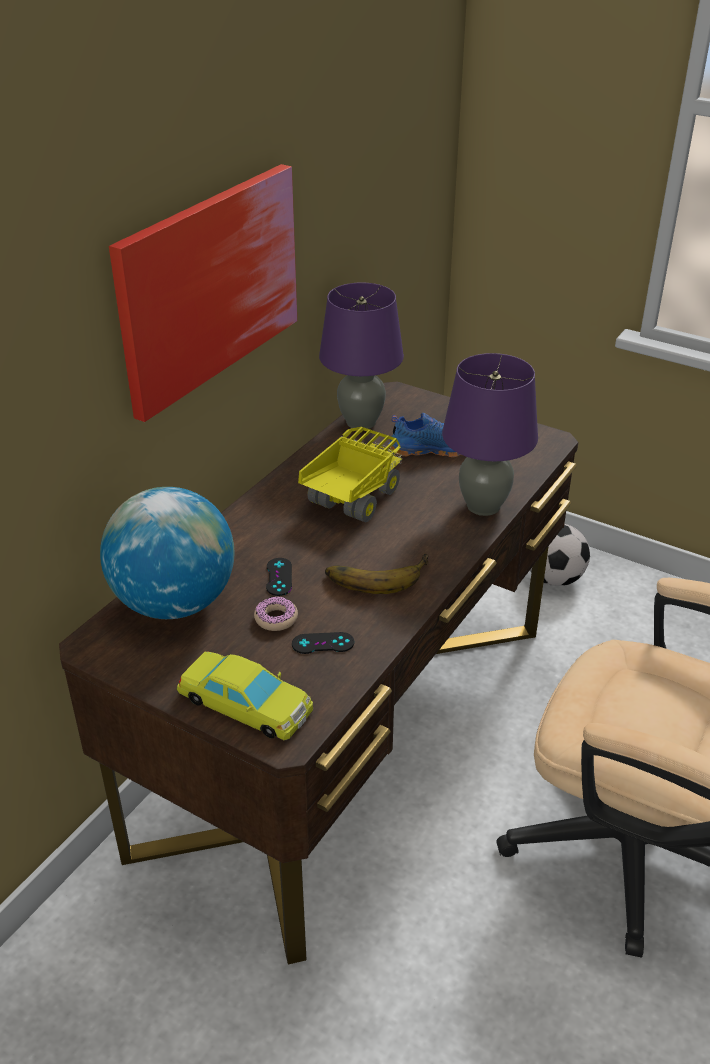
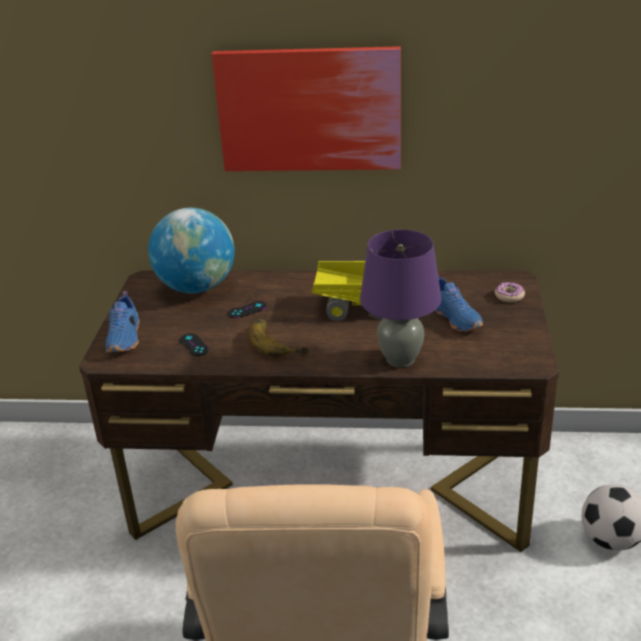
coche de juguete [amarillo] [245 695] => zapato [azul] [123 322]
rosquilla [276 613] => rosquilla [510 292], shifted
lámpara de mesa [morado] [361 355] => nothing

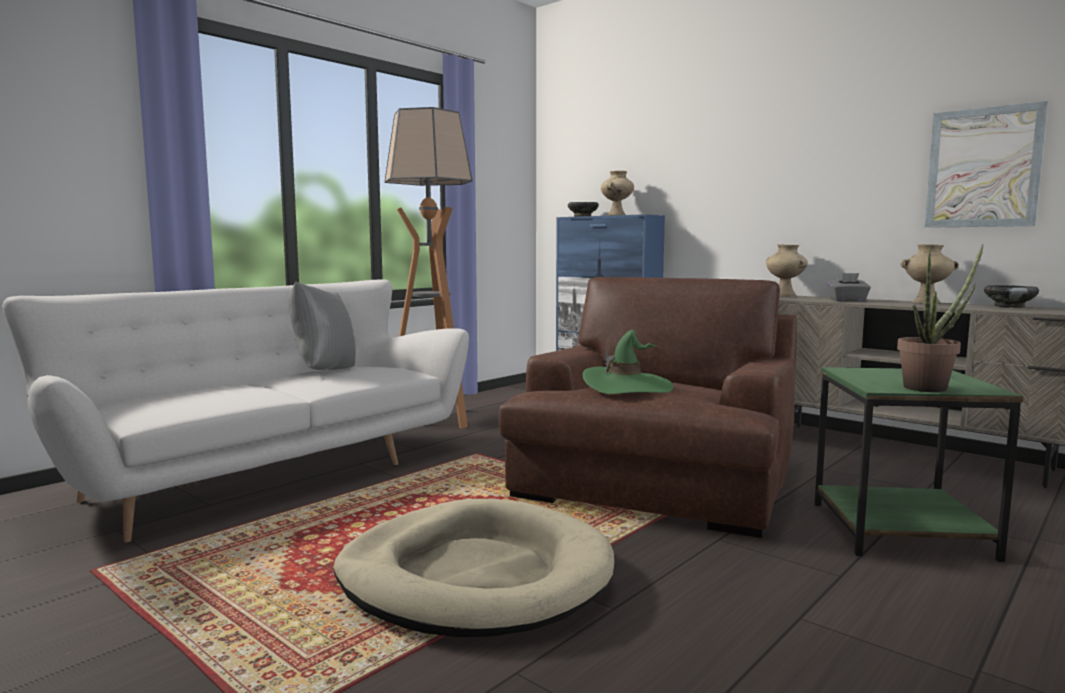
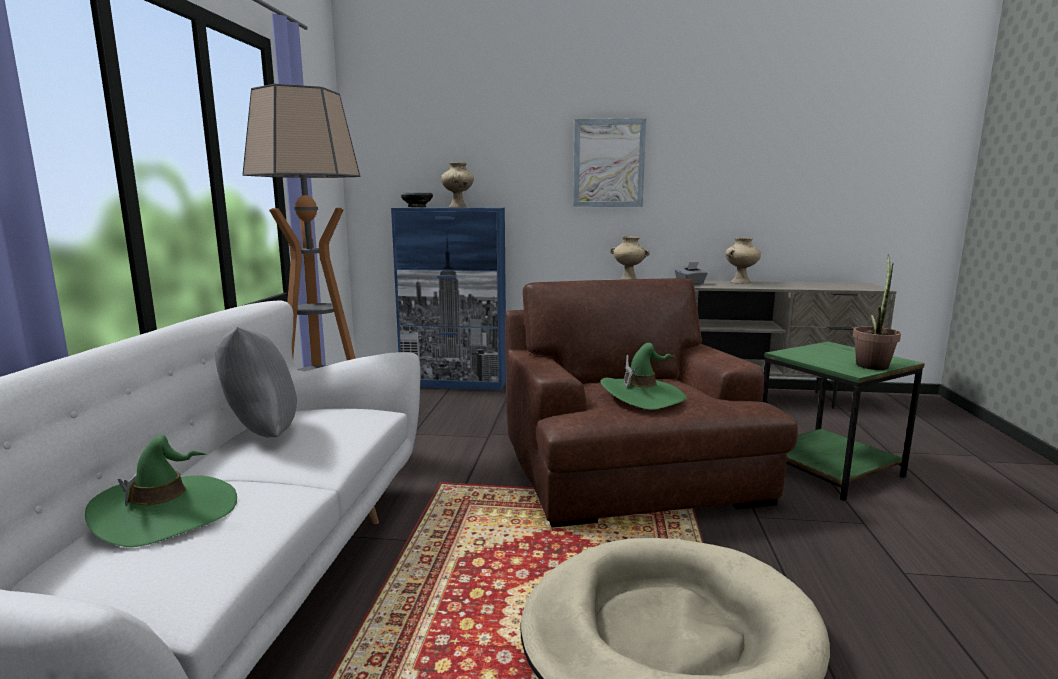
nothing => sombrero [verde] [161 491]
cuadro [986 164] => cuadro [609 162], shifted
cuenco [negro] [1011 296] => nothing

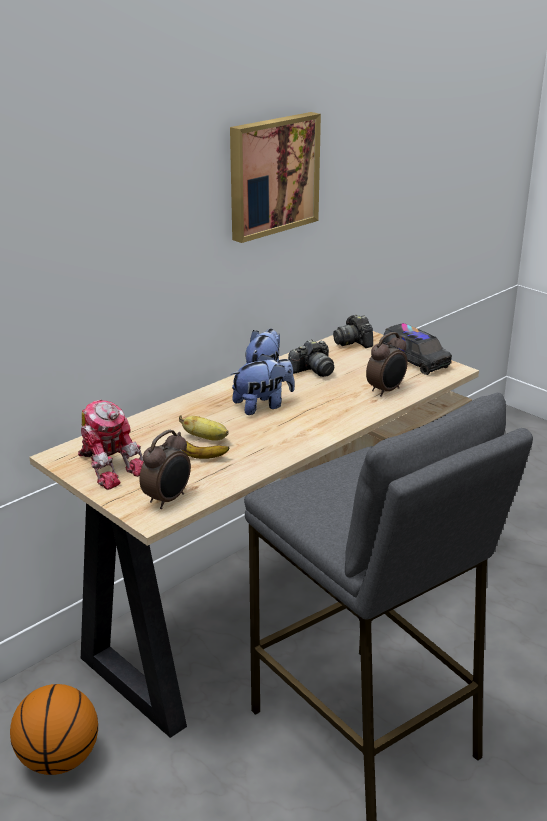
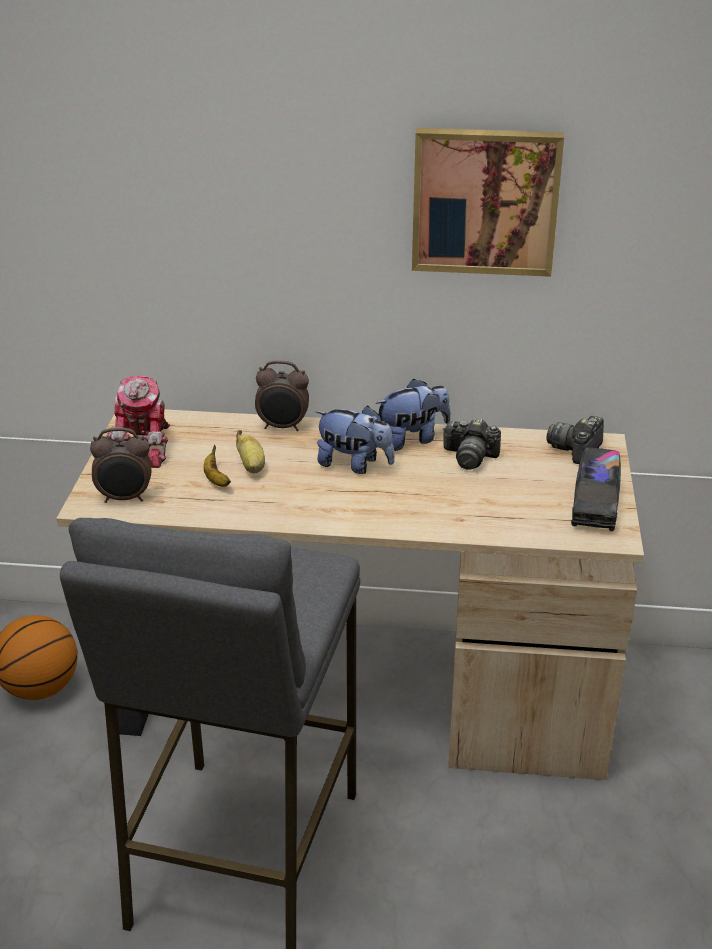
despertador [387 364] => despertador [282 396], shifted

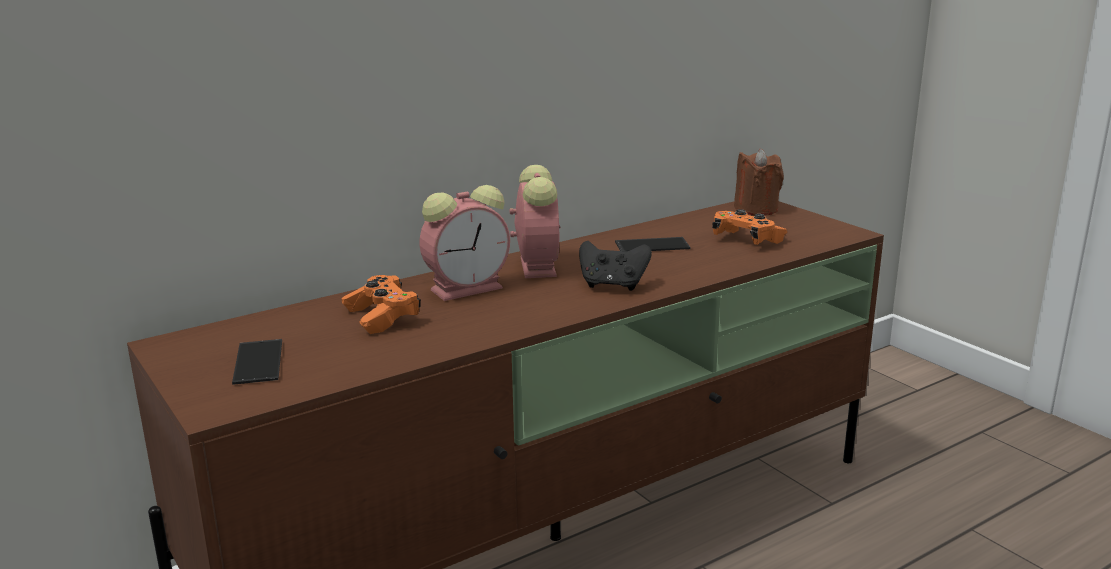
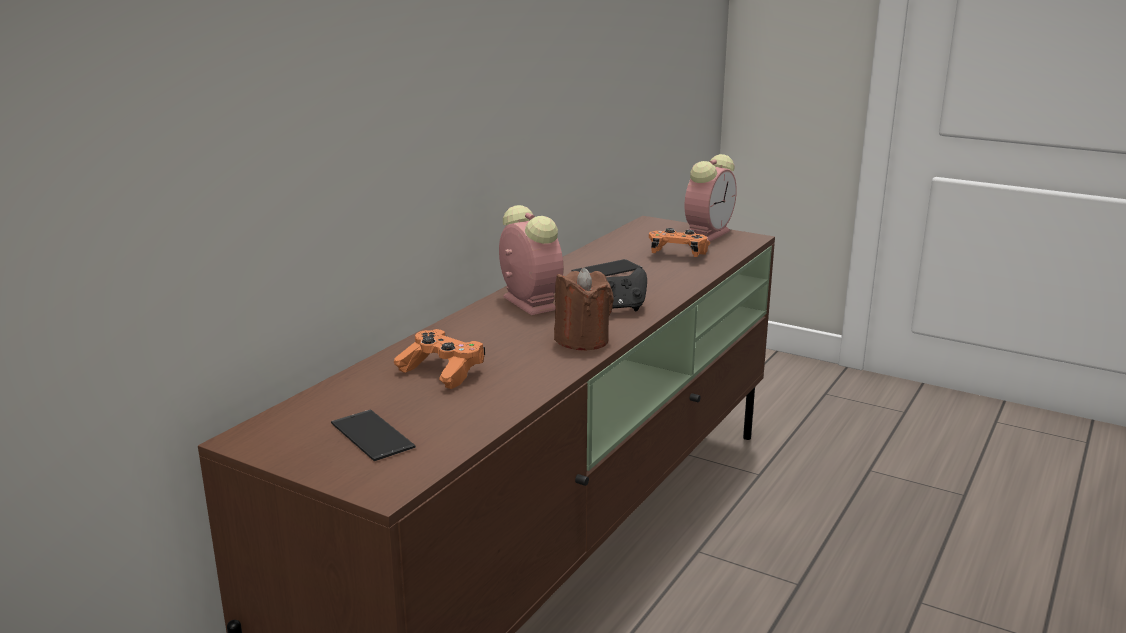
vela [marrón] [759 182] => vela [marrón] [584 308], shifted
despertador [464 243] => despertador [711 197], shifted

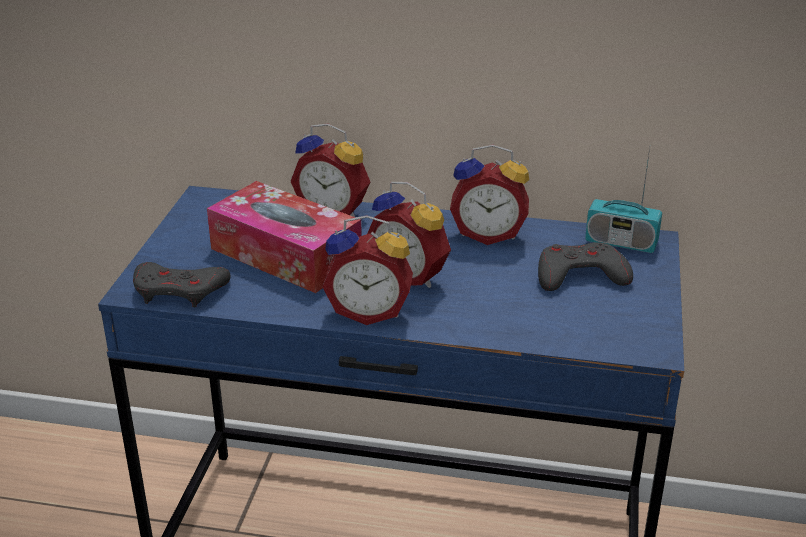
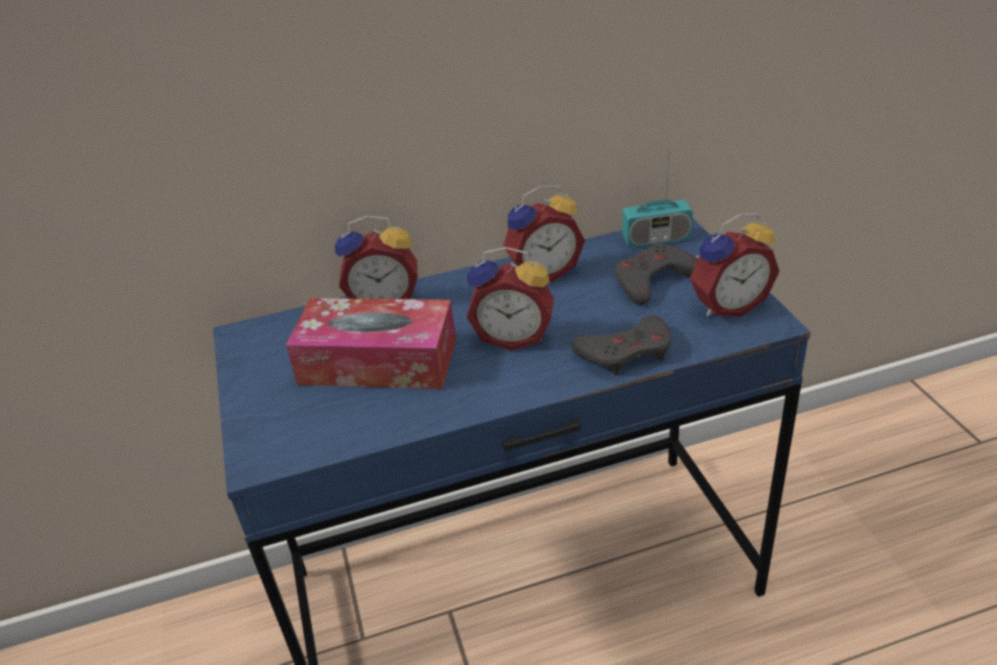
mando de consola [gris] [181 284] => mando de consola [gris] [621 345], shifted
despertador [367 270] => despertador [735 265], shifted

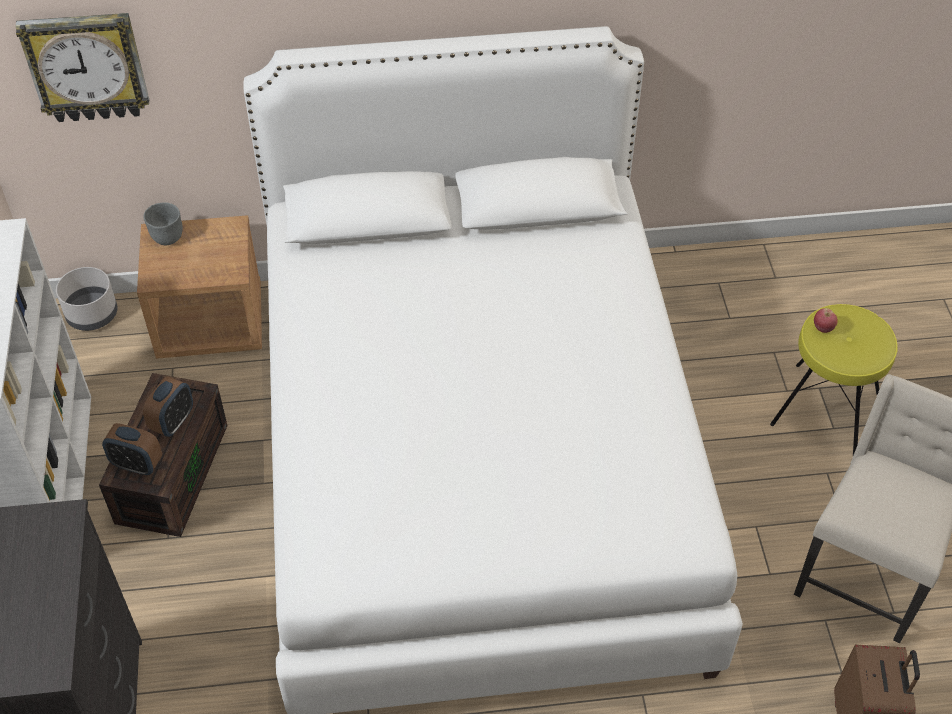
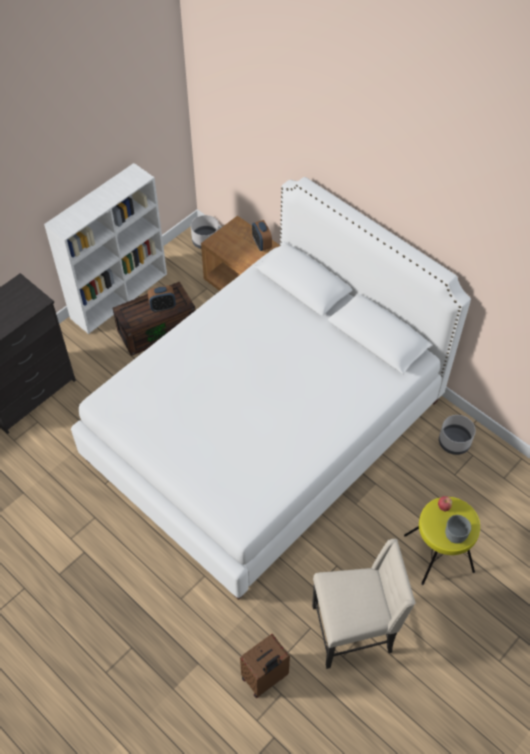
despertador [132 449] => despertador [262 235], shifted
nothing => maceta [gris] [457 435]
cuenco [gris] [163 223] => cuenco [gris] [458 529], shifted
reloj de pared [82 67] => nothing

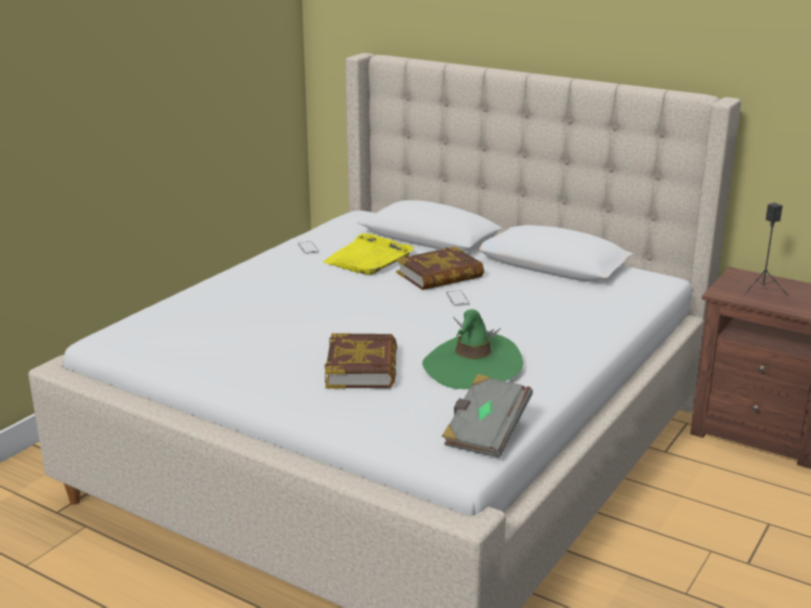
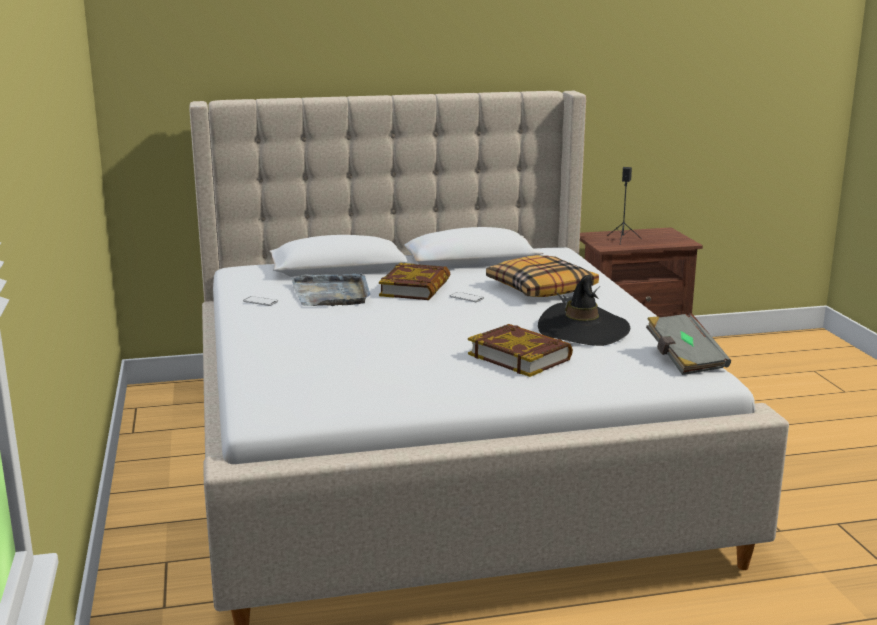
bandeja [amarillo] [368 254] => bandeja [gris] [330 289]
nothing => cojín [542 276]
sombrero [verde] [472 349] => sombrero [negro] [584 310]

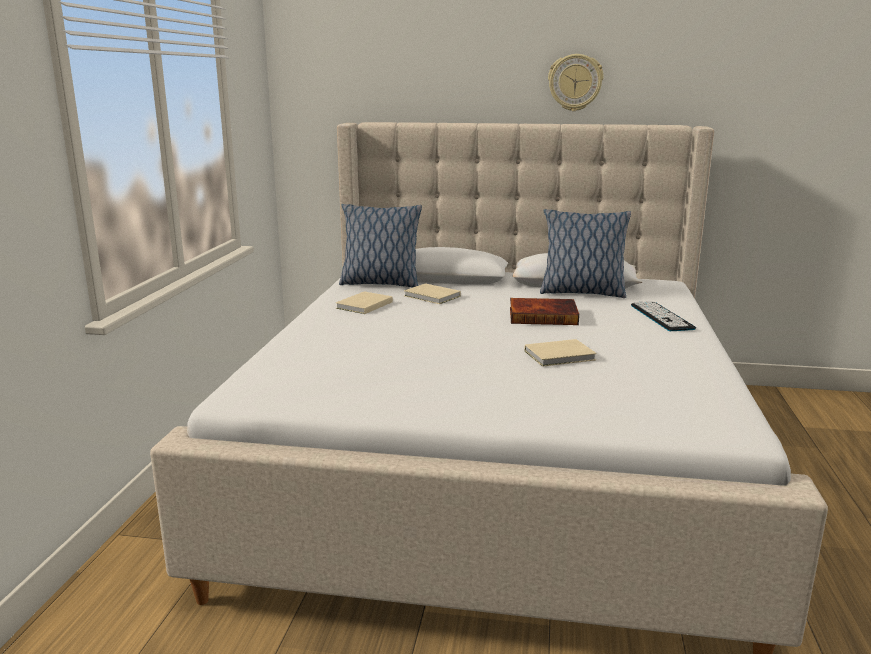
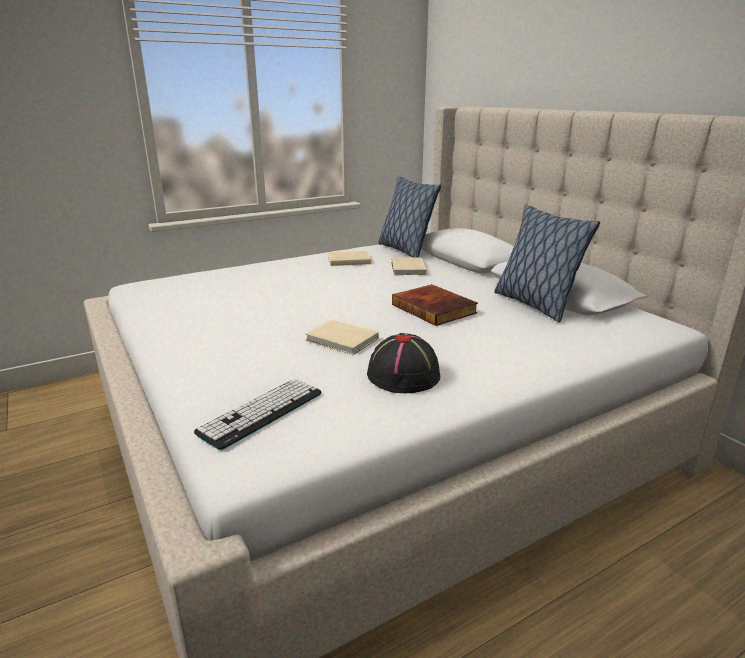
teclado [663 316] => teclado [258 414], shifted
nothing => sombrero [negro] [403 363]
reloj de pared [576 82] => nothing

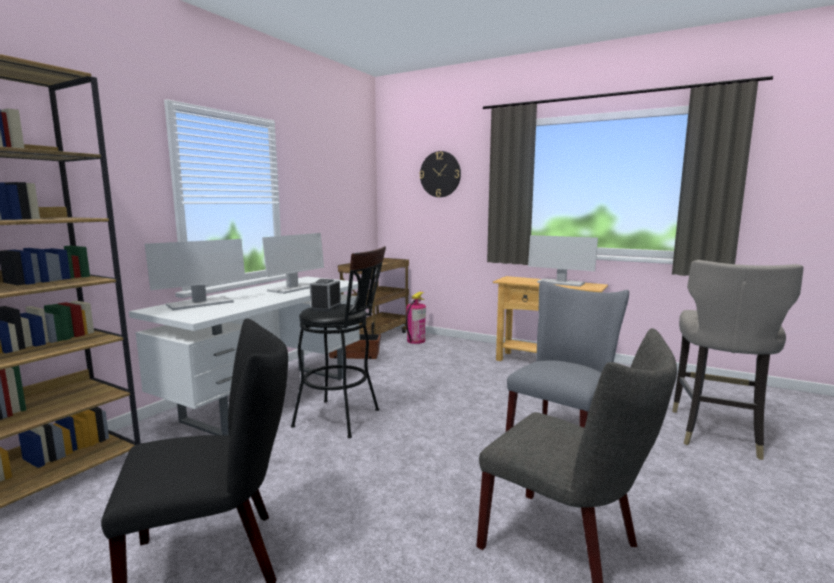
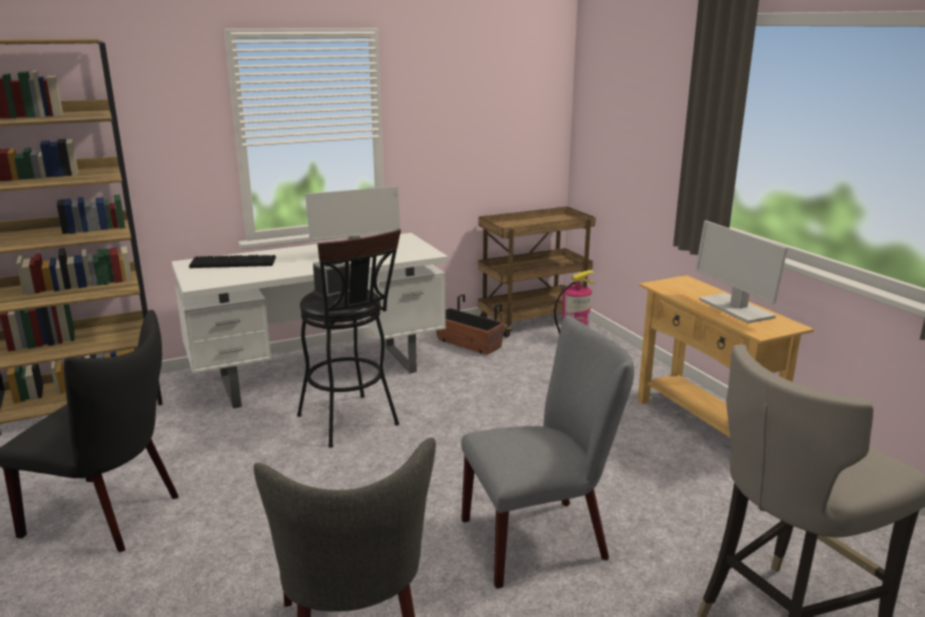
monitor [195 274] => teclado [232 261]
reloj de pared [440 174] => nothing

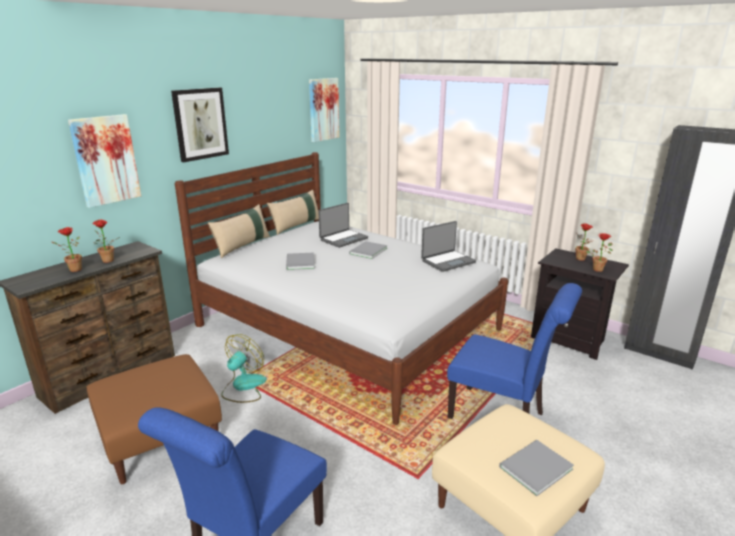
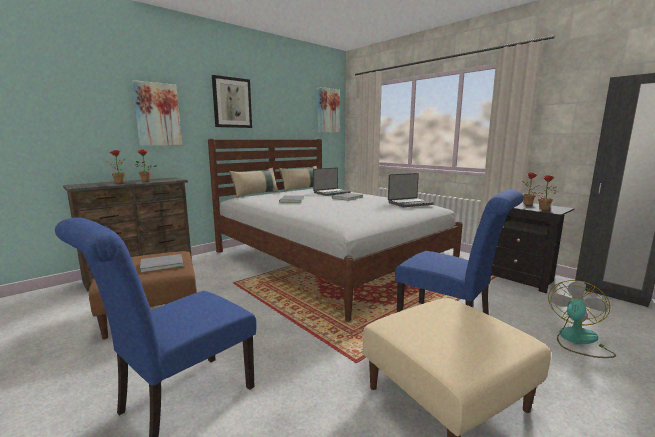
libro [gris] [536 468] => libro [gris] [161 263], shifted
ventilador [244 368] => ventilador [582 319], shifted

